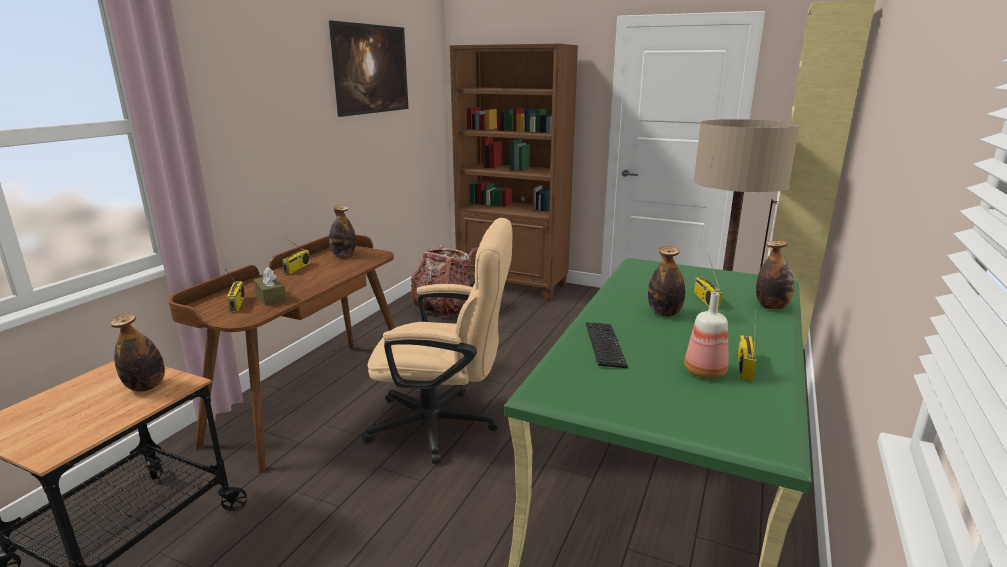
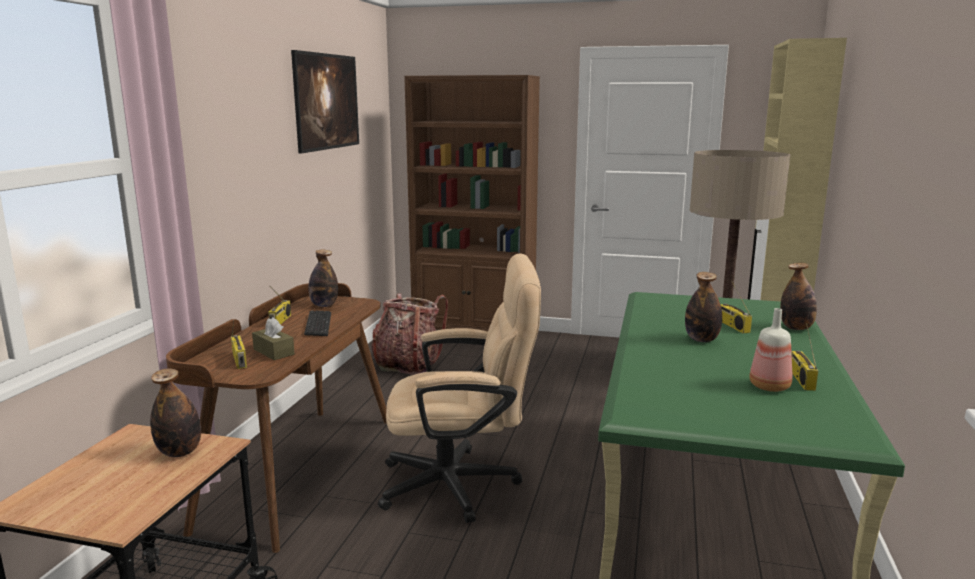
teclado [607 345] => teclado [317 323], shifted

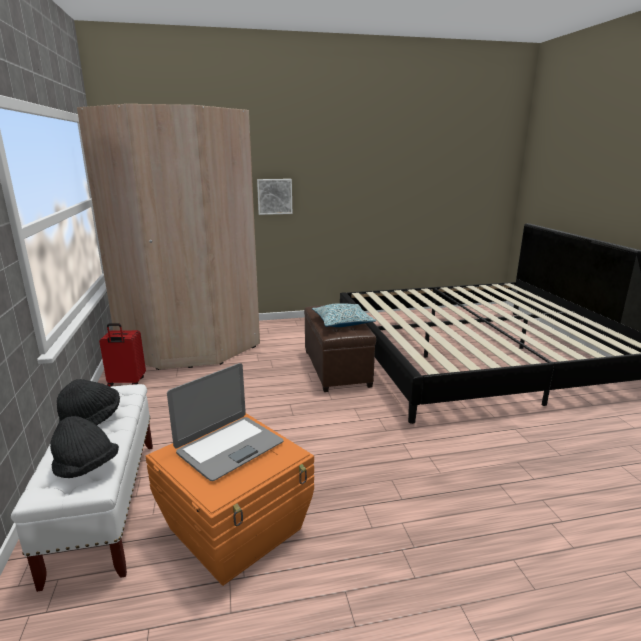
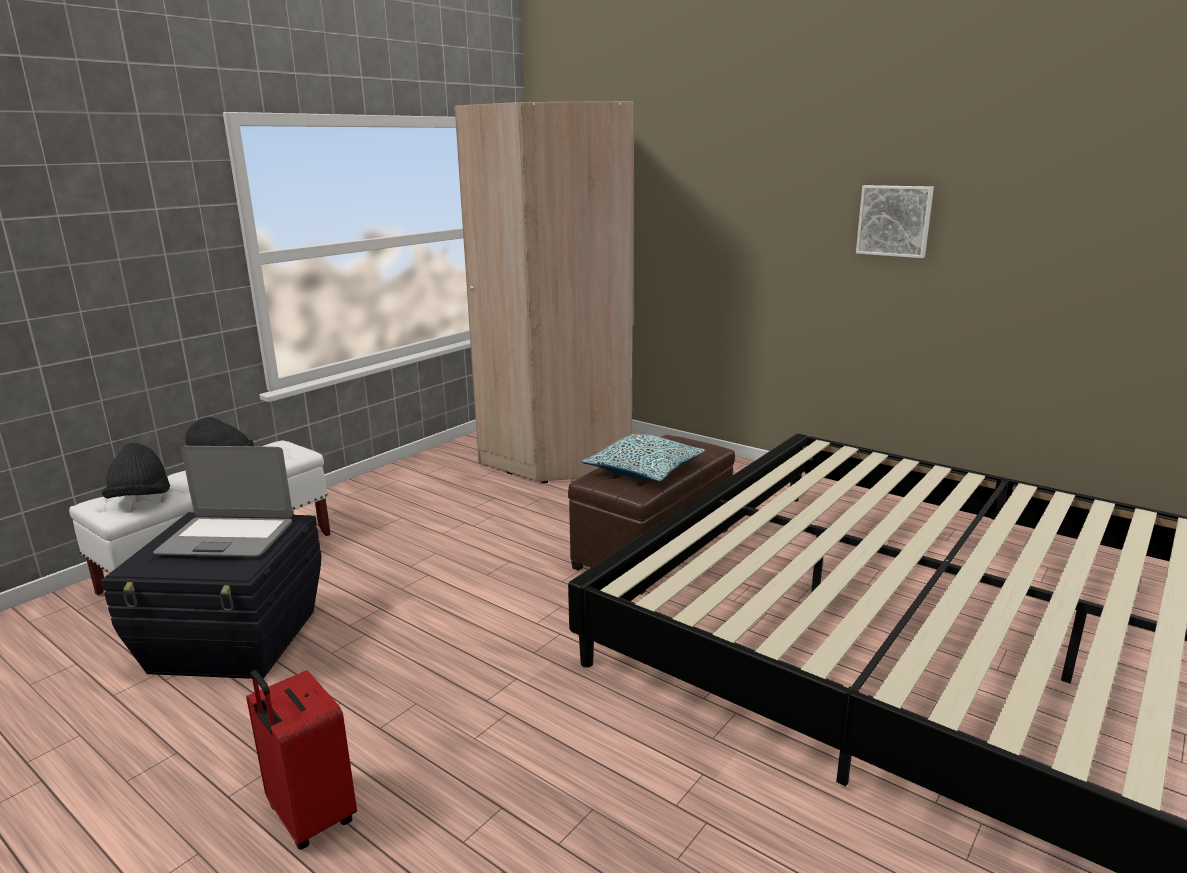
caja de almacenaje [naranja] [230 499] => caja de almacenaje [negro] [211 595]
maleta [rojo] [122 355] => maleta [rojo] [301 760], shifted
cuadro [274 197] => cuadro [895 221], shifted

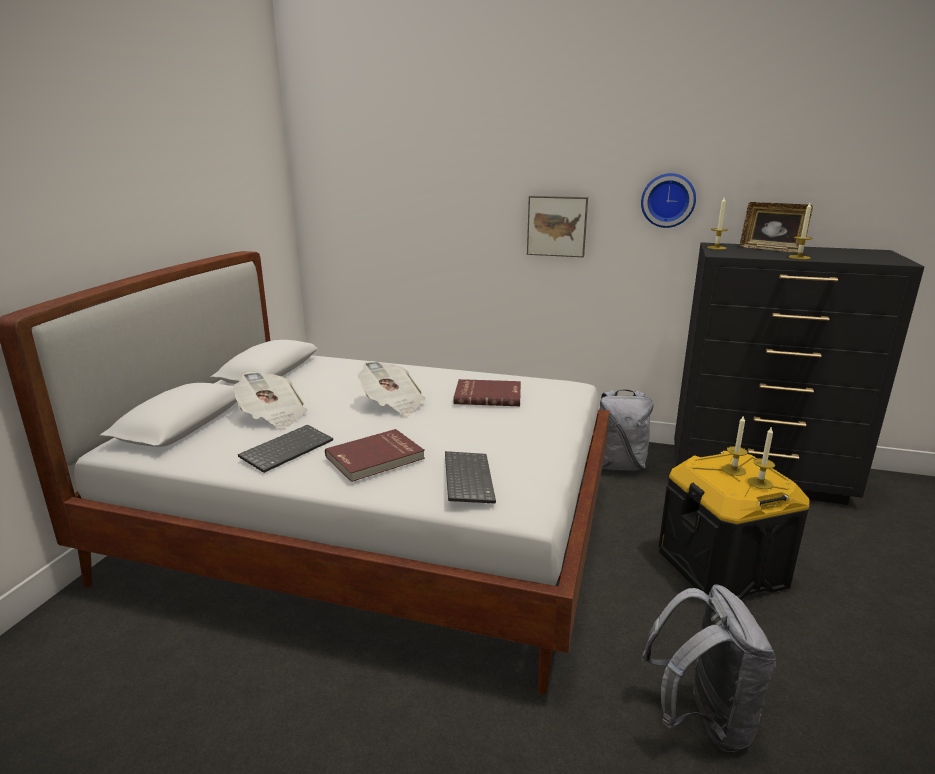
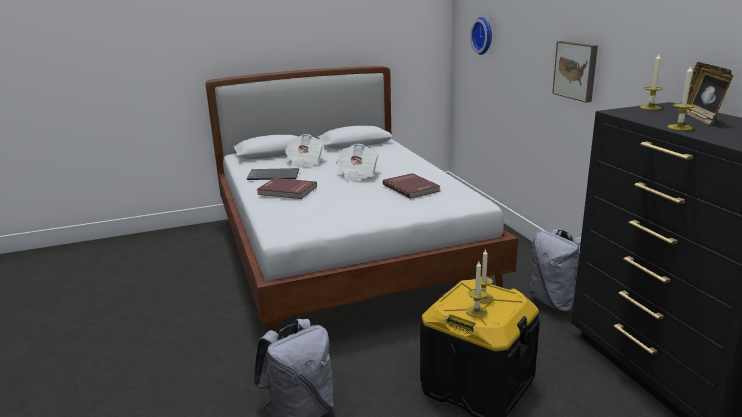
reloj de pared [668 200] => reloj de pared [481 36], shifted
teclado [470 477] => nothing

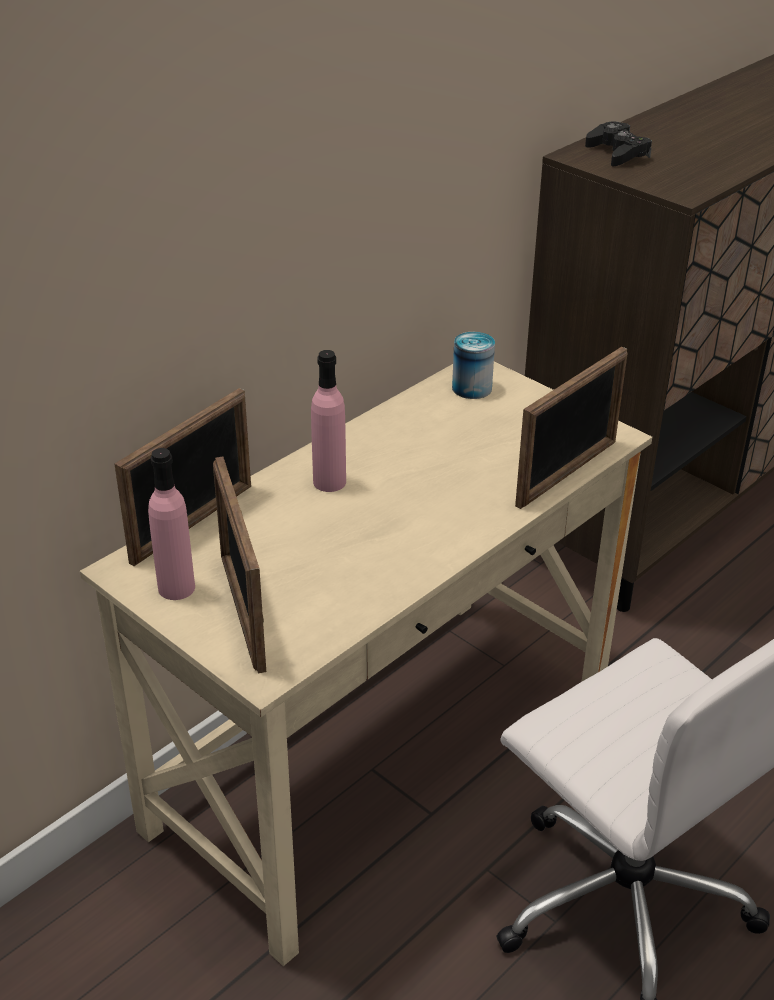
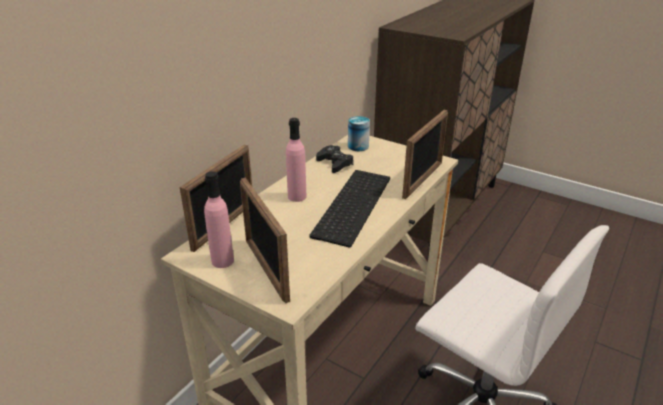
nothing => teclado [350 209]
mando de consola [negro] [618 144] => mando de consola [negro] [335 159], shifted

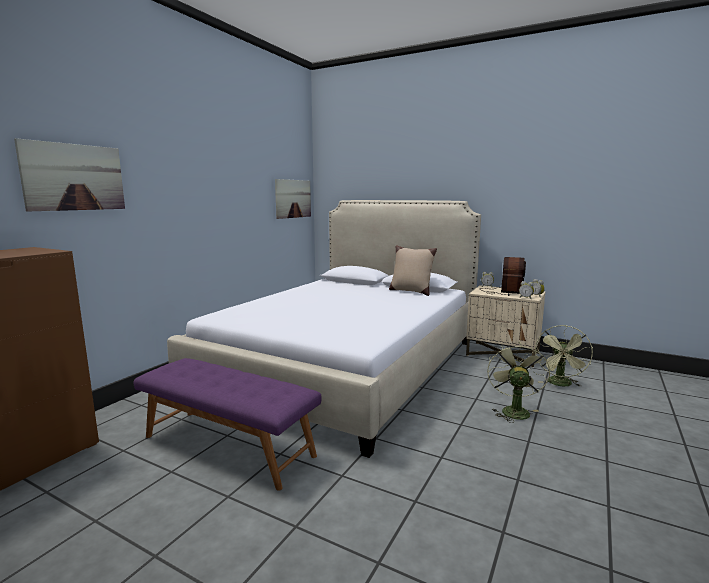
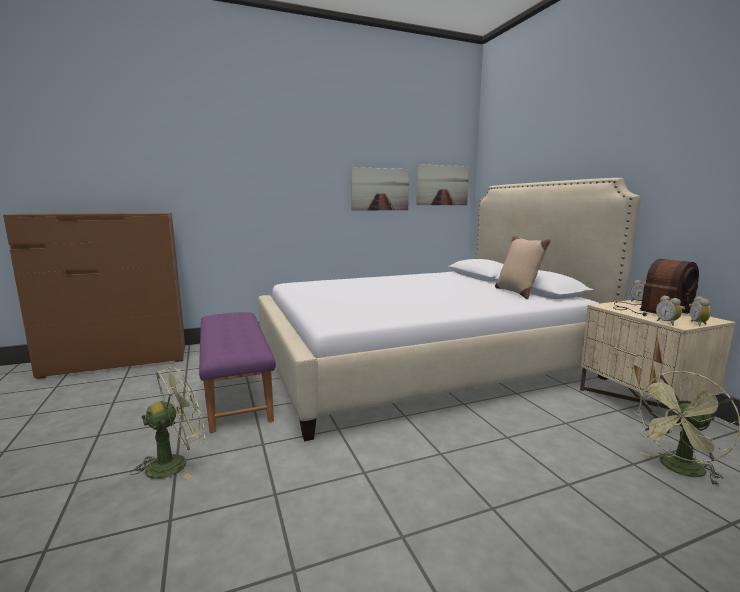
ventilador [verde] [518 384] => ventilador [verde] [167 423], shifted
cuadro [69 174] => cuadro [380 189], shifted

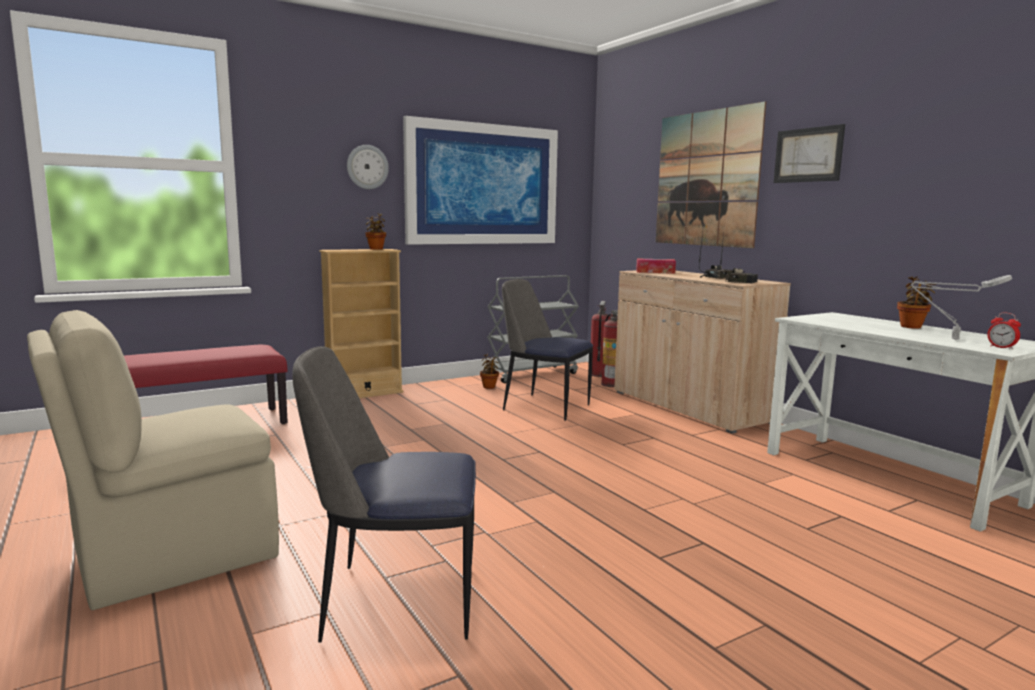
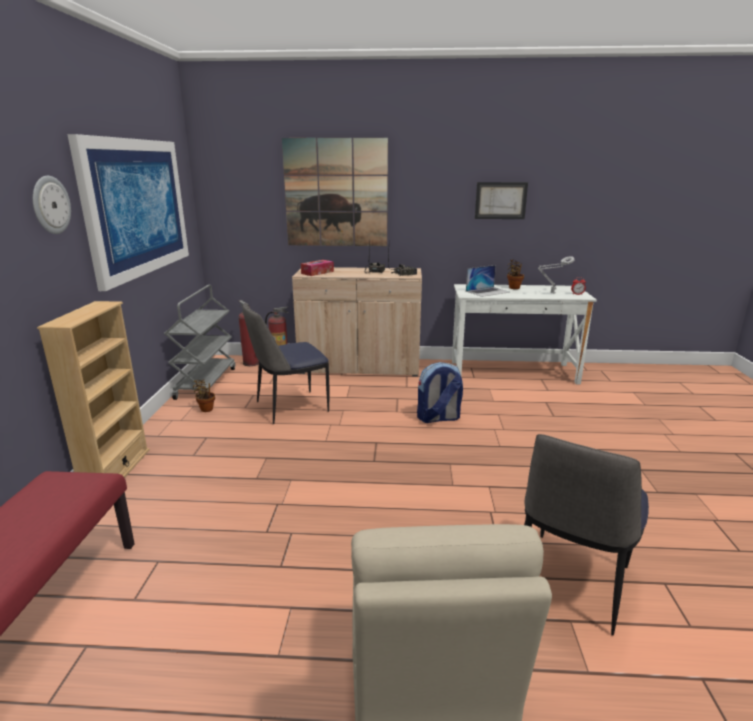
nothing => mochila [440 392]
nothing => portátil [487 281]
cuadro [809 153] => cuadro [501 200], shifted
planta en maceta [375 232] => nothing

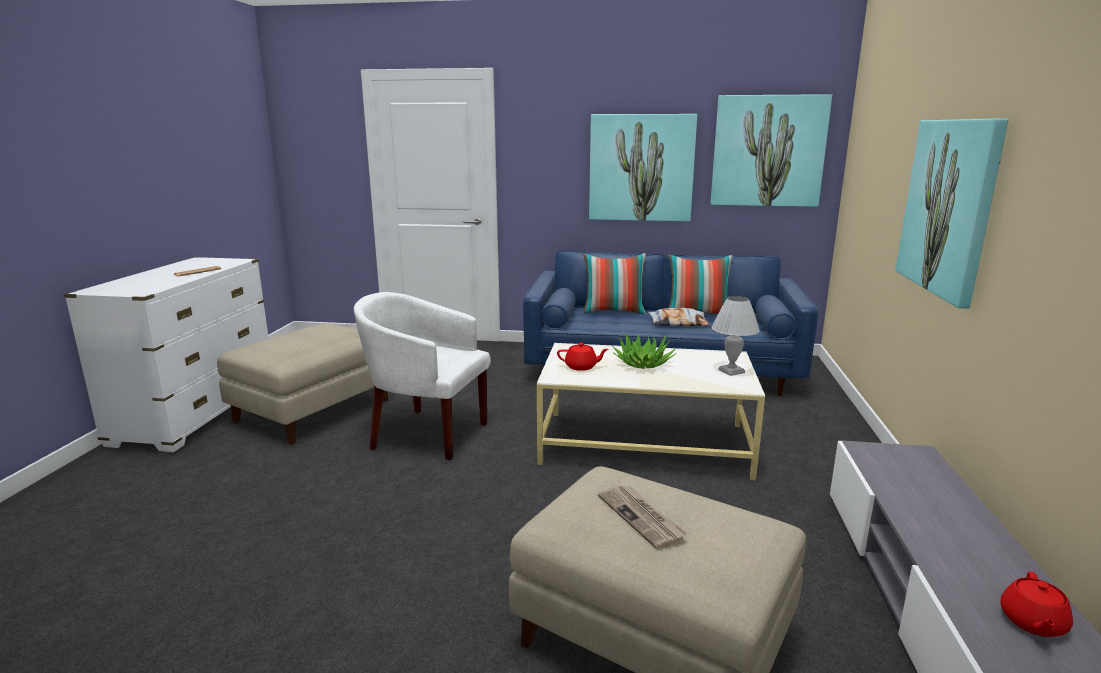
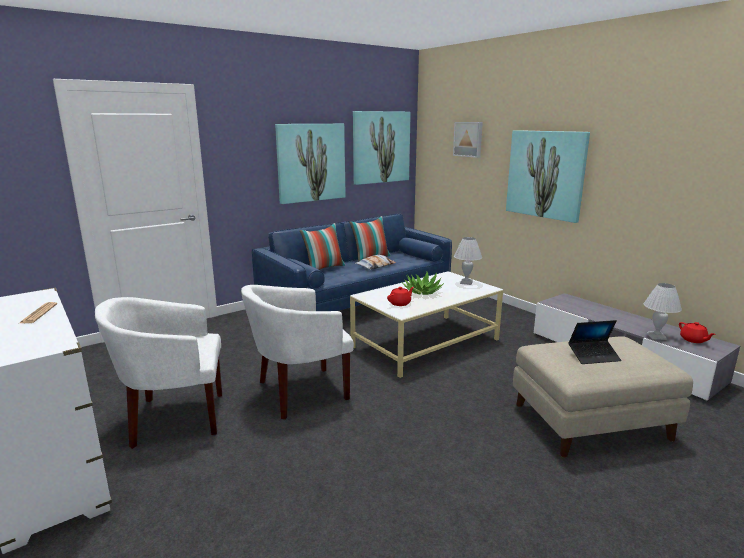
puf [beis] [302 384] => sillón [blanco] [158 373]
nothing => cuadro [468 140]
periódico [642 517] => portátil [594 342]
nothing => lámpara de mesa [blanco] [663 311]

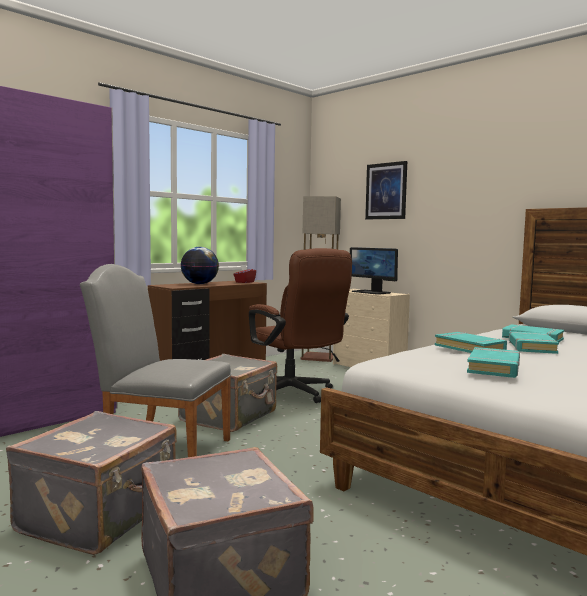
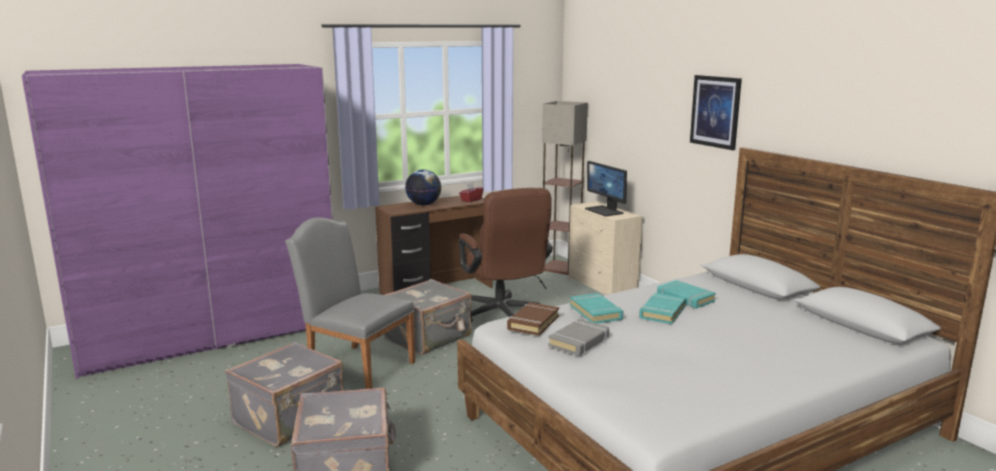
nothing => libro [marrón] [533 319]
libro [turquesa] [493 362] => libro [gris] [578 337]
cuadro [386 190] => cuadro [716 112], shifted

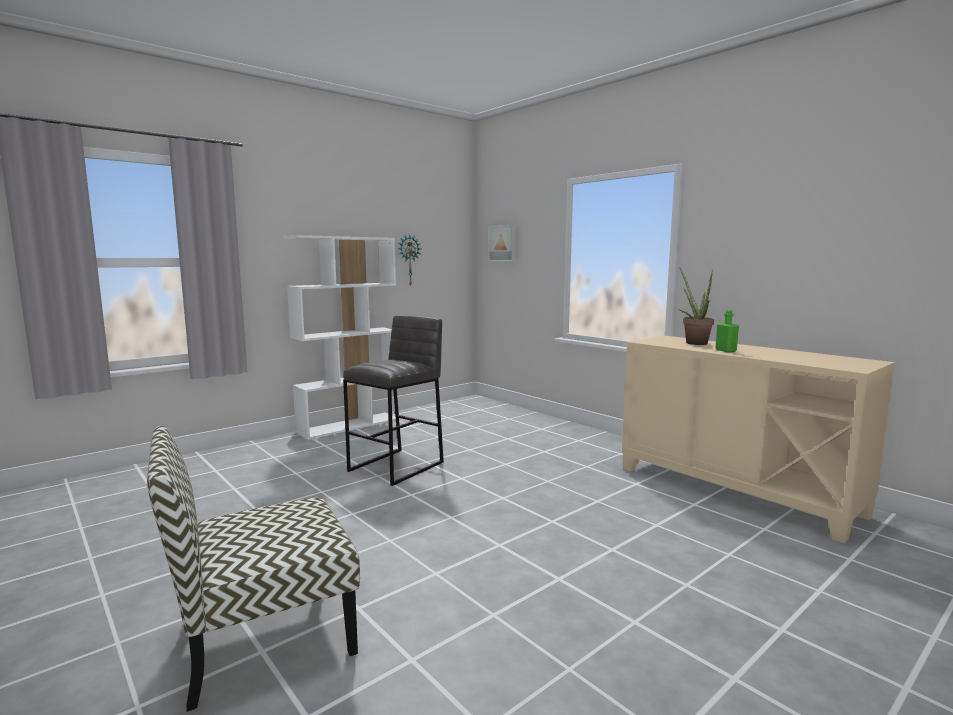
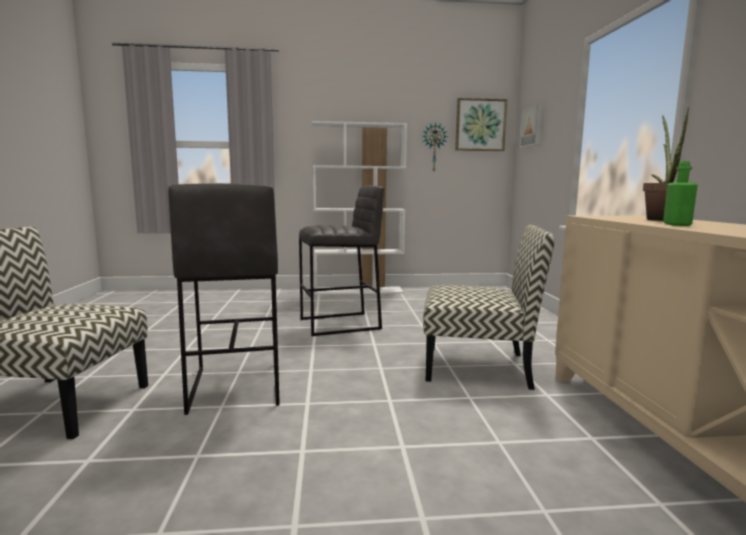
nothing => taburete [gris] [224 299]
nothing => silla [489 307]
nothing => cuadro [481 124]

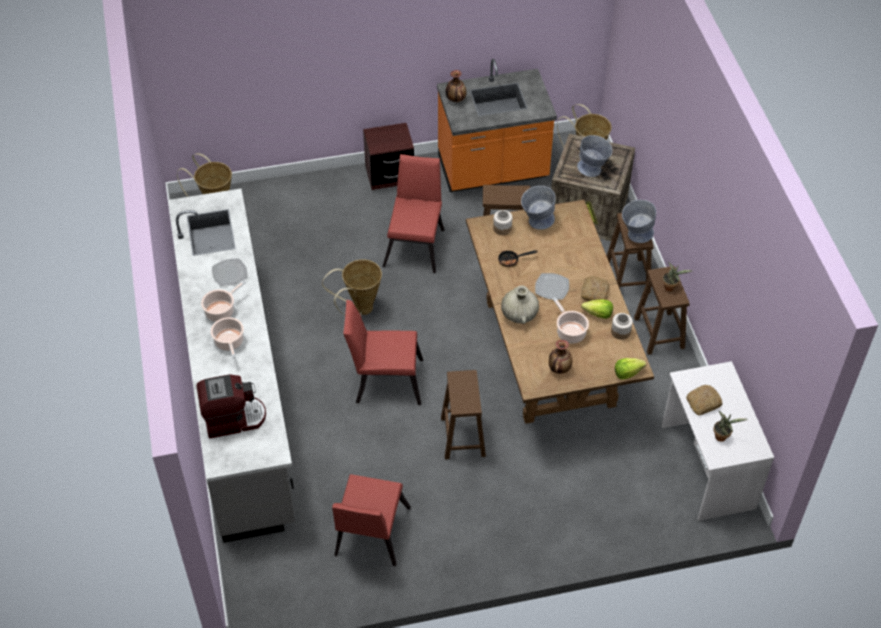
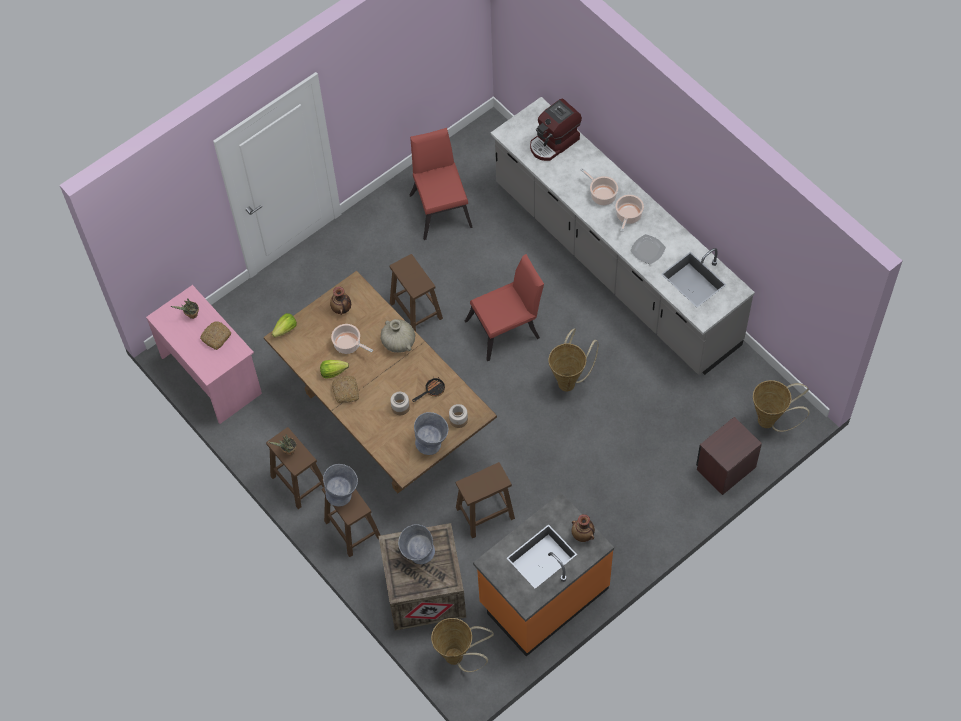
escritorio [blanco] [718 441] => escritorio [rosa] [204 354]
tarro [622 326] => tarro [400 403], shifted
mesita de noche [marrón] [388 156] => mesita de noche [marrón] [729 456], shifted
silla [rojo] [413 213] => nothing
plato [552 286] => nothing

